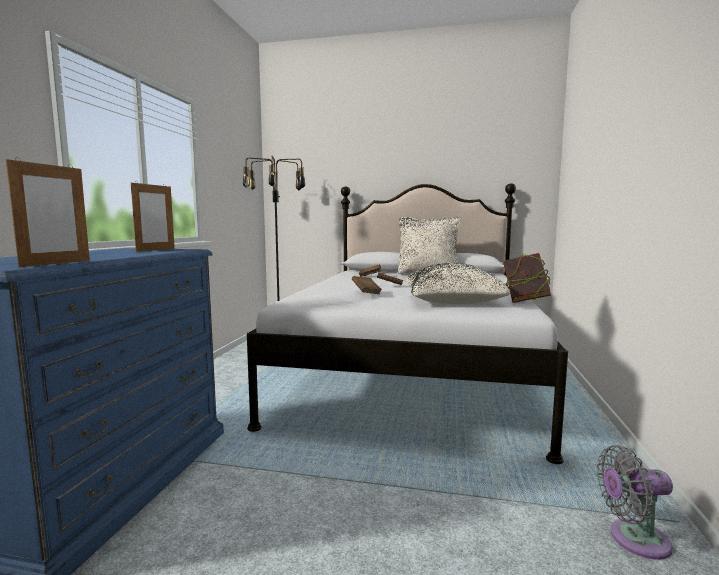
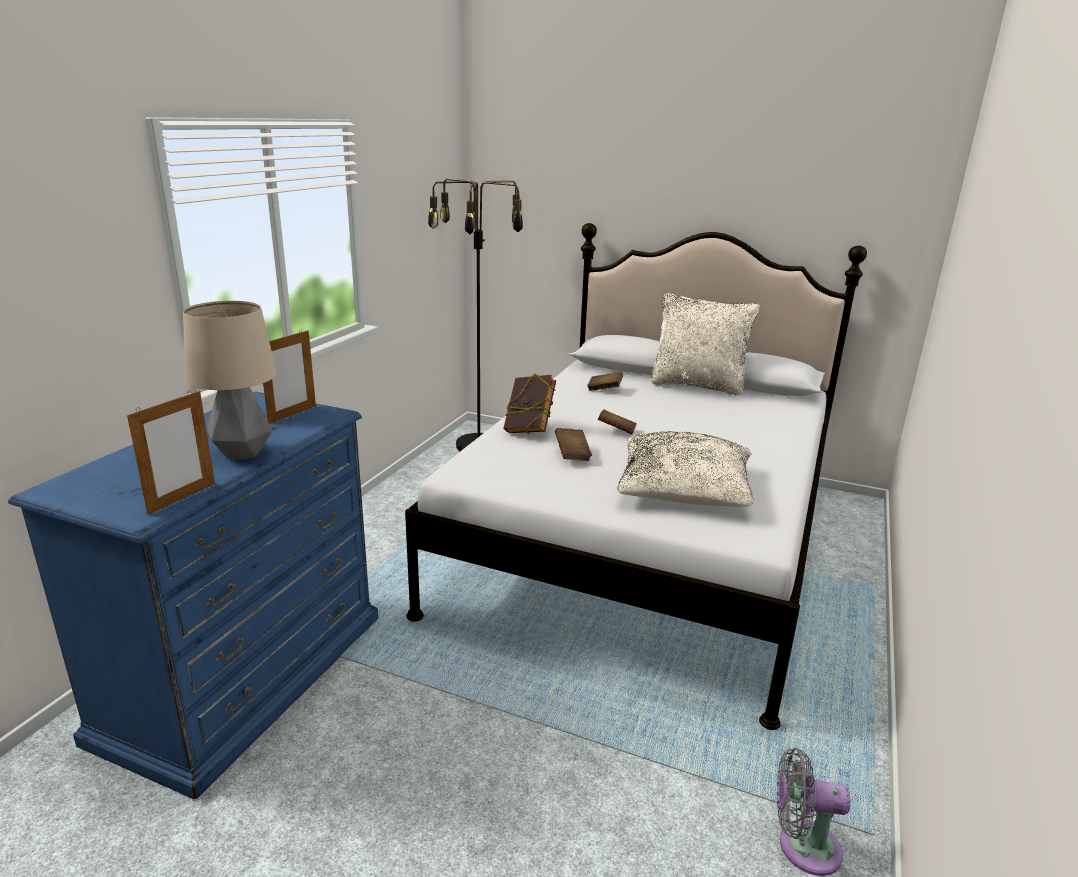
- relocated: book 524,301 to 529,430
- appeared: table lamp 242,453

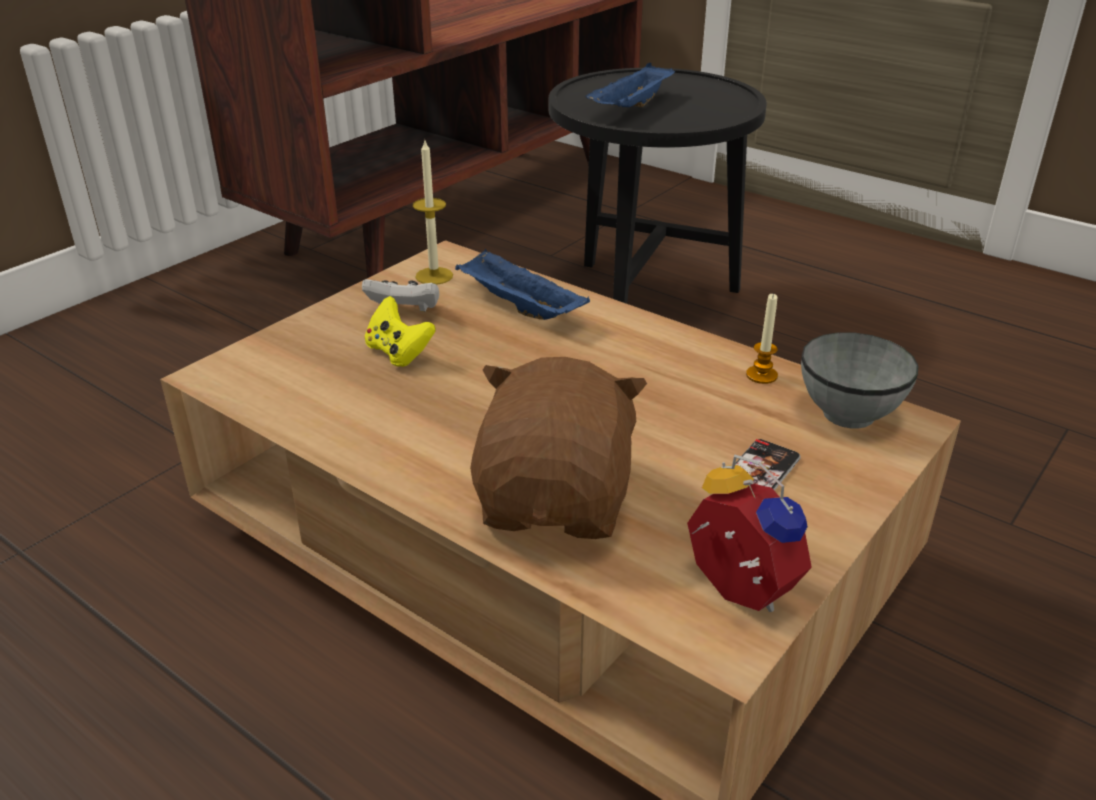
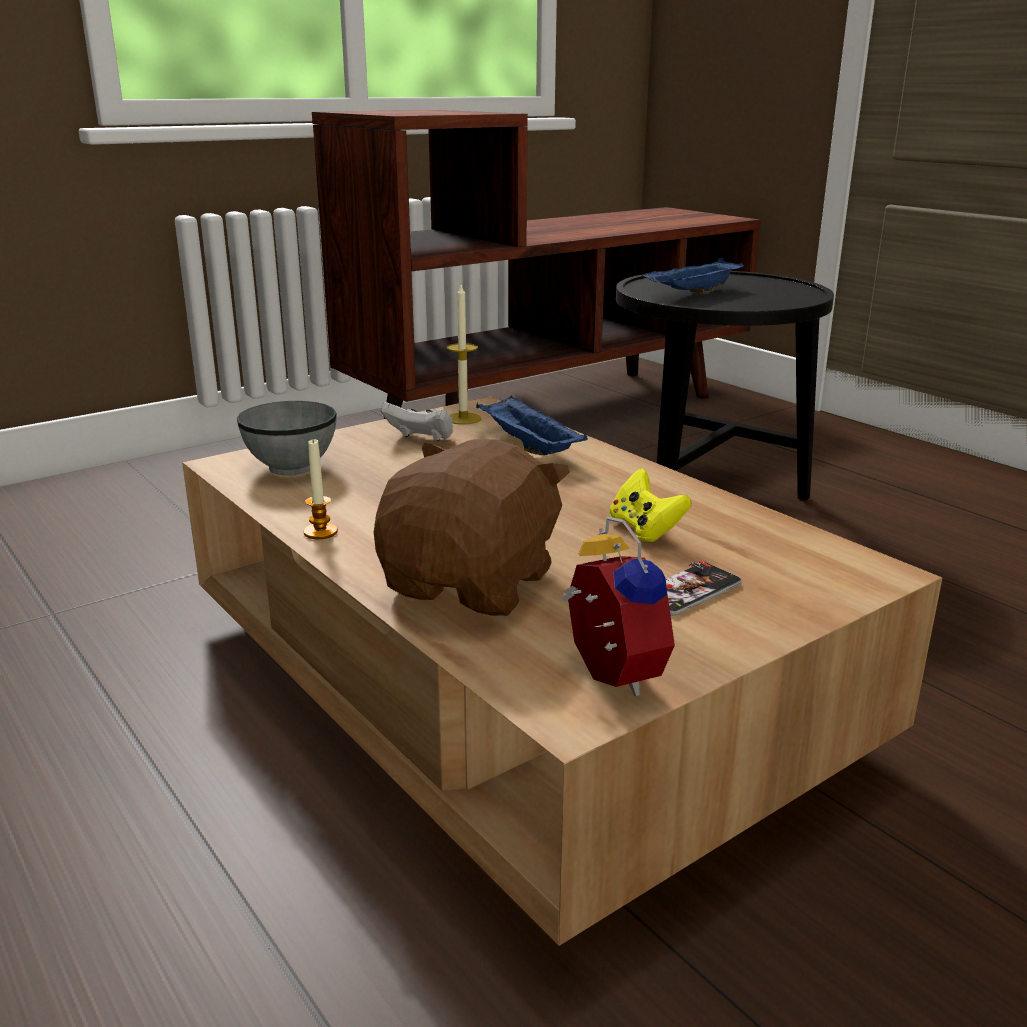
- relocated: candle 761,375 to 320,532
- relocated: yellow game controller 398,353 to 644,530
- relocated: grey bowl 847,414 to 290,467

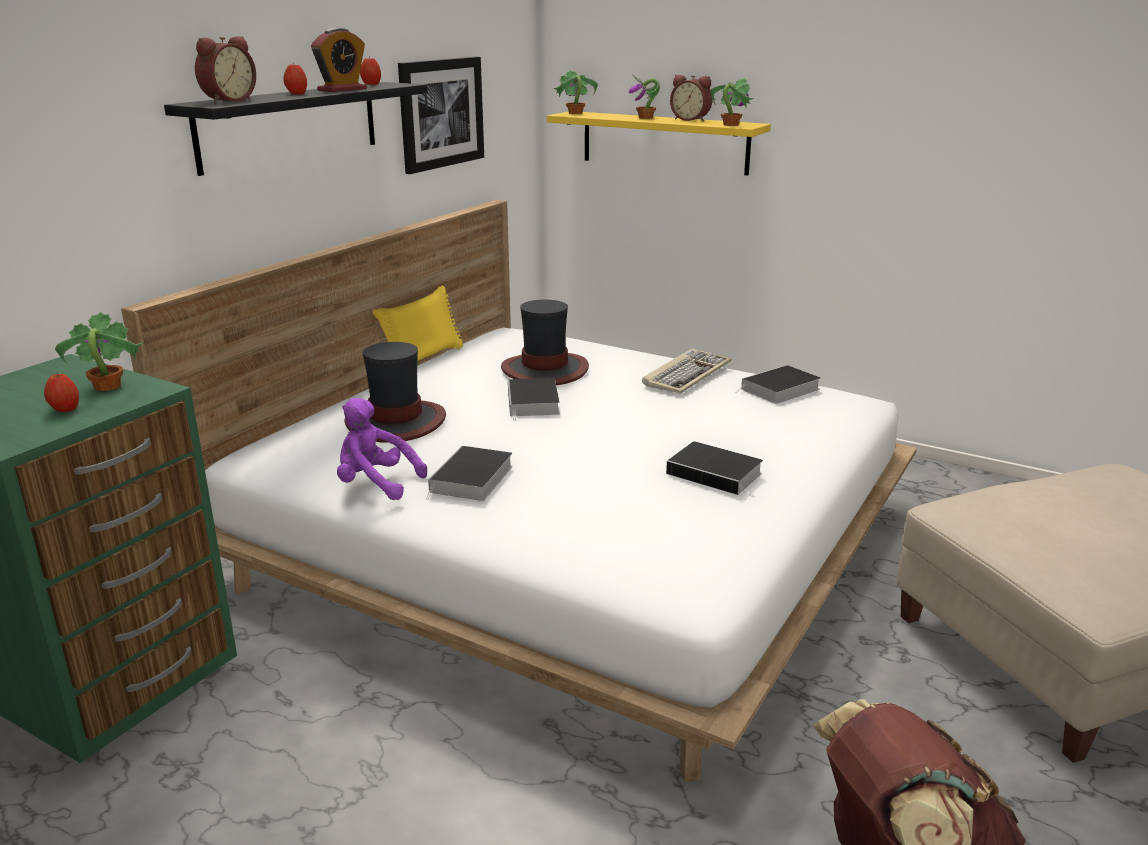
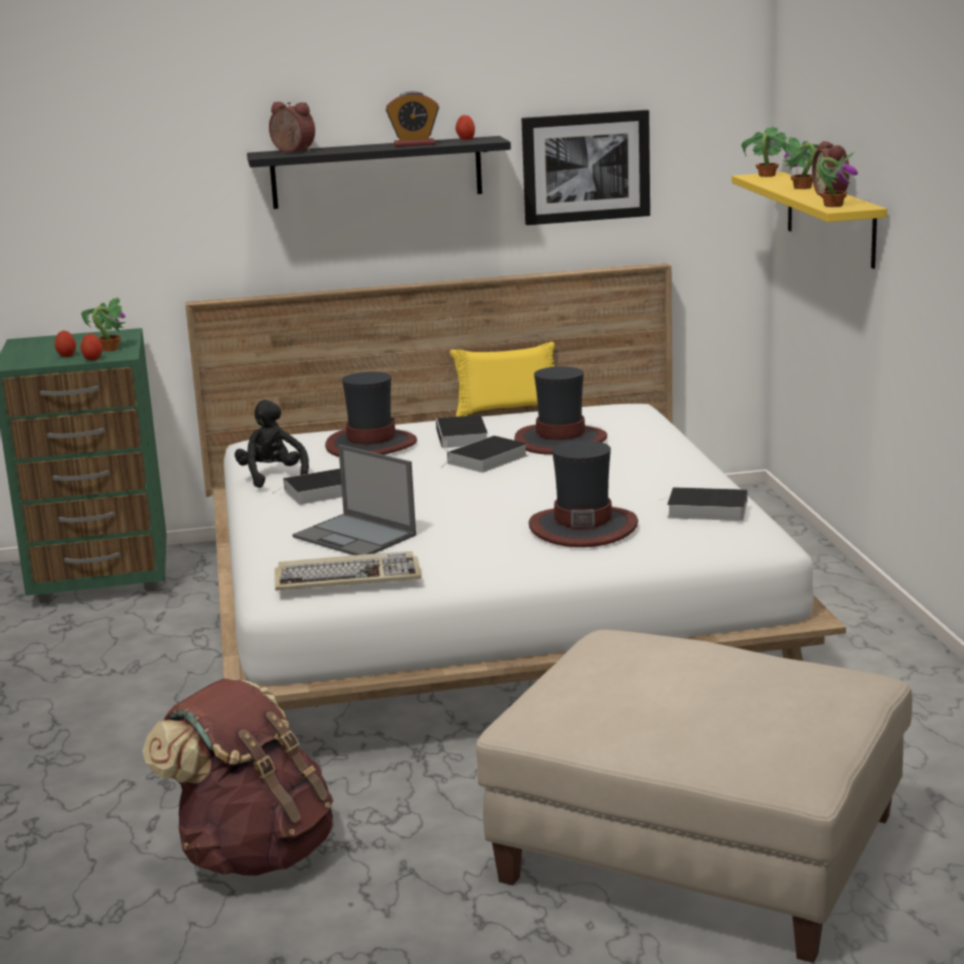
- spun: alarm clock 227,100 = 291,151 135 degrees counterclockwise
- relocated: apple 296,94 to 92,359
- relocated: keyboard 686,374 to 348,577
- colour: purple plush toy 376,484 to black plush toy 273,477
- relocated: book 717,474 to 462,437
- appeared: hat 583,527
- appeared: laptop 356,536

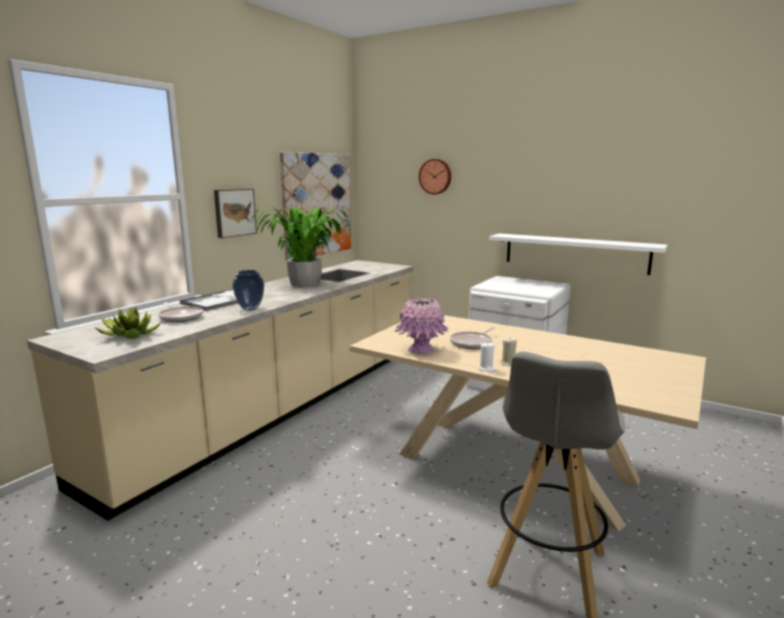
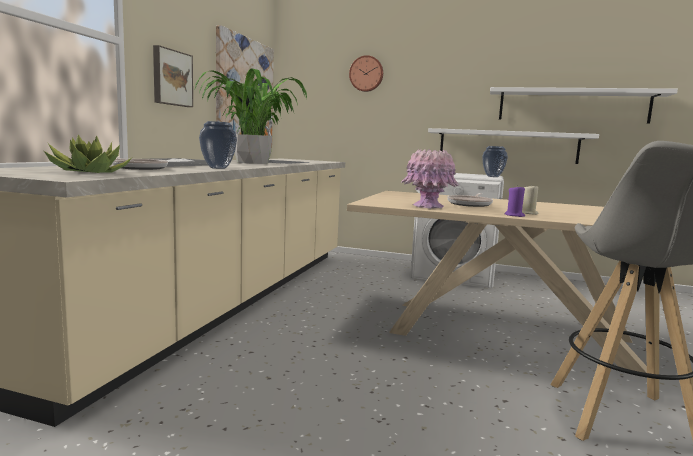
- colour: white candle 486,368 to purple candle 514,215
- appeared: white shelf 572,106
- appeared: vase 493,176

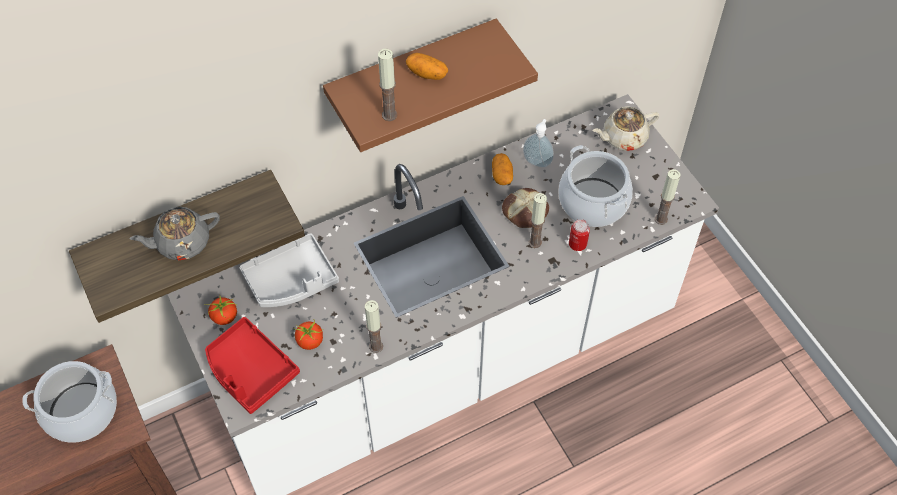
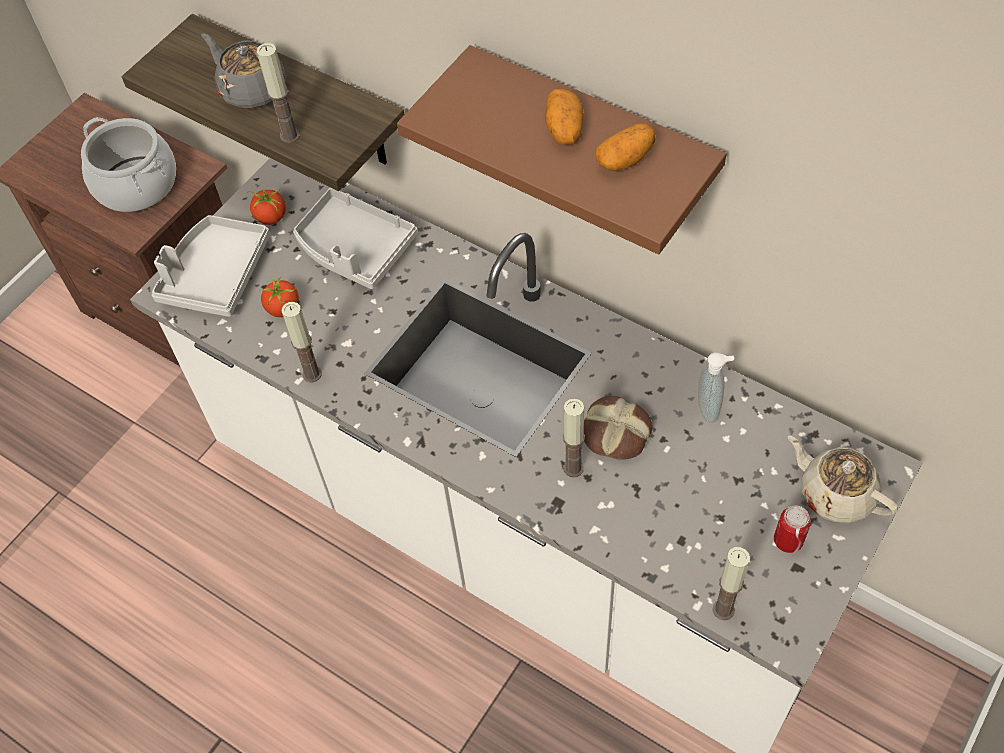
- relocated: candle 389,115 to 289,136
- missing: cooking pot 593,202
- relocated: potato 502,175 to 625,159
- relocated: can 577,244 to 788,540
- colour: red tray 250,371 to grey tray 215,275

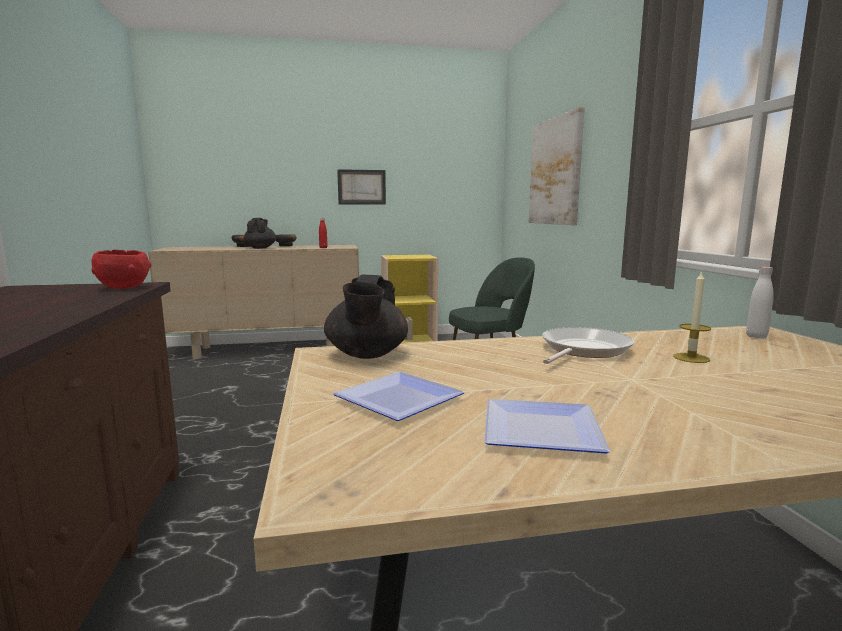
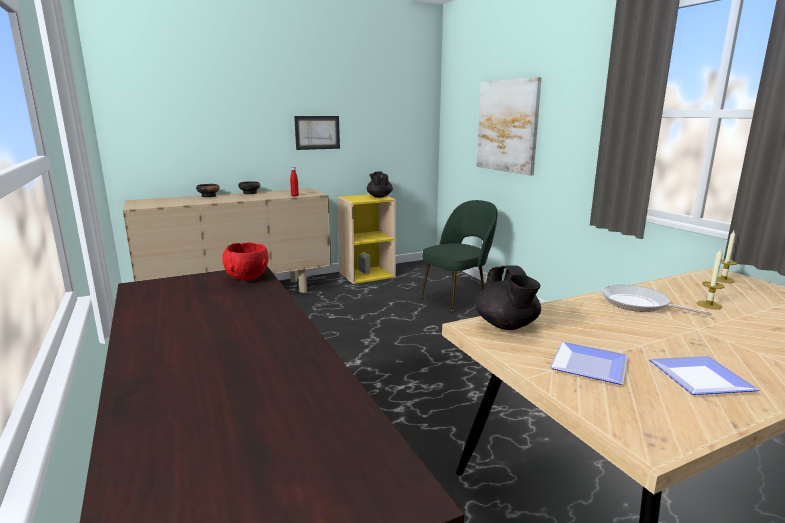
- relocated: black teapot 260,248 to 379,196
- exchanged: white bottle 756,336 to candle 723,280
- spun: frying pan 583,350 = 638,304 75 degrees counterclockwise

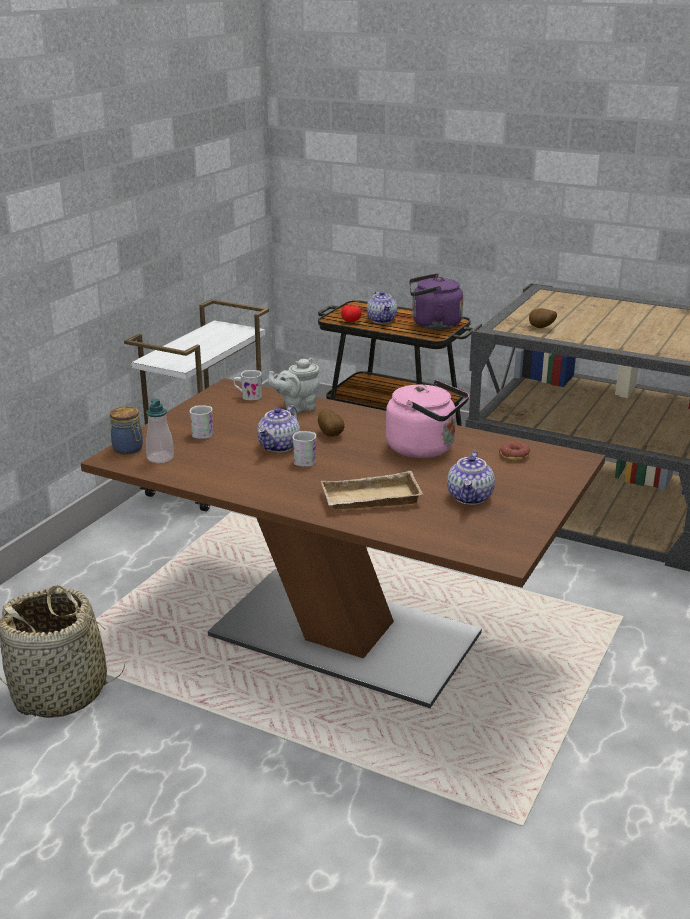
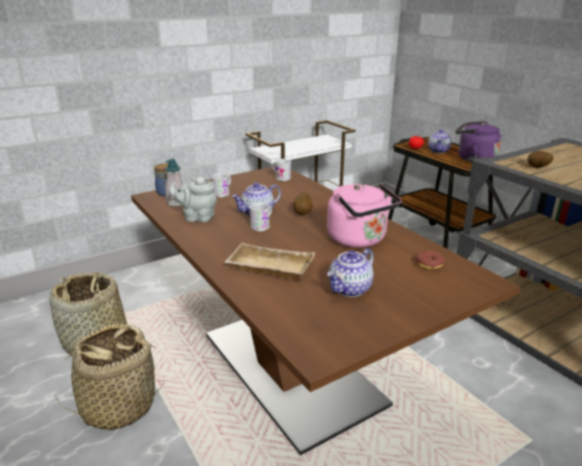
- relocated: grey teapot 297,408 to 197,217
- appeared: basket 118,406

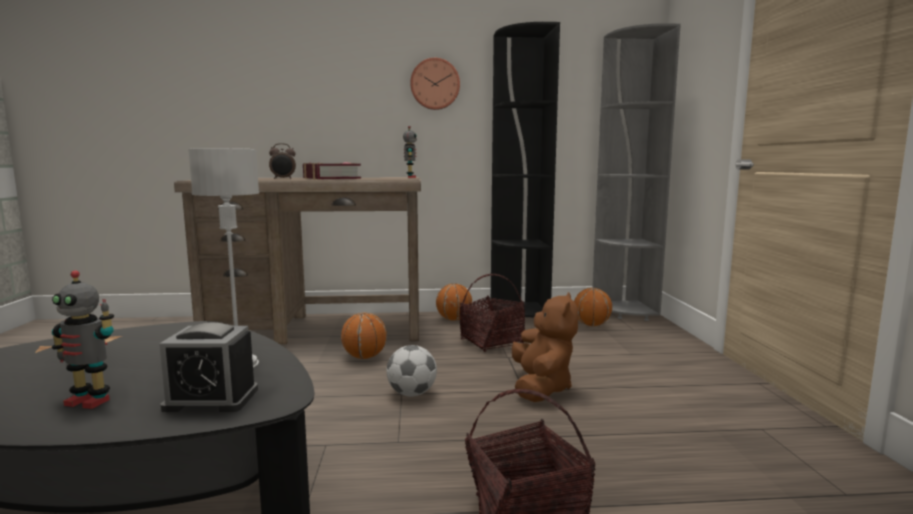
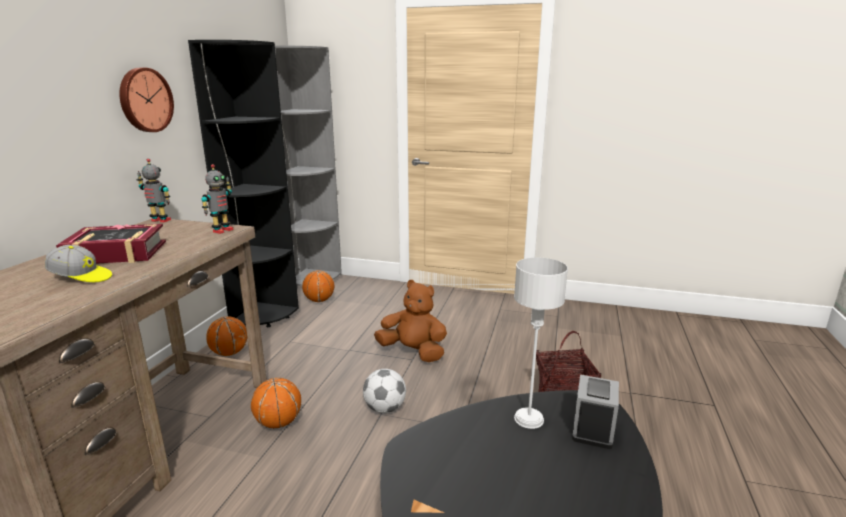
- exchanged: alarm clock 283,179 to cap 81,277
- relocated: toy robot 90,401 to 222,230
- missing: basket 492,342

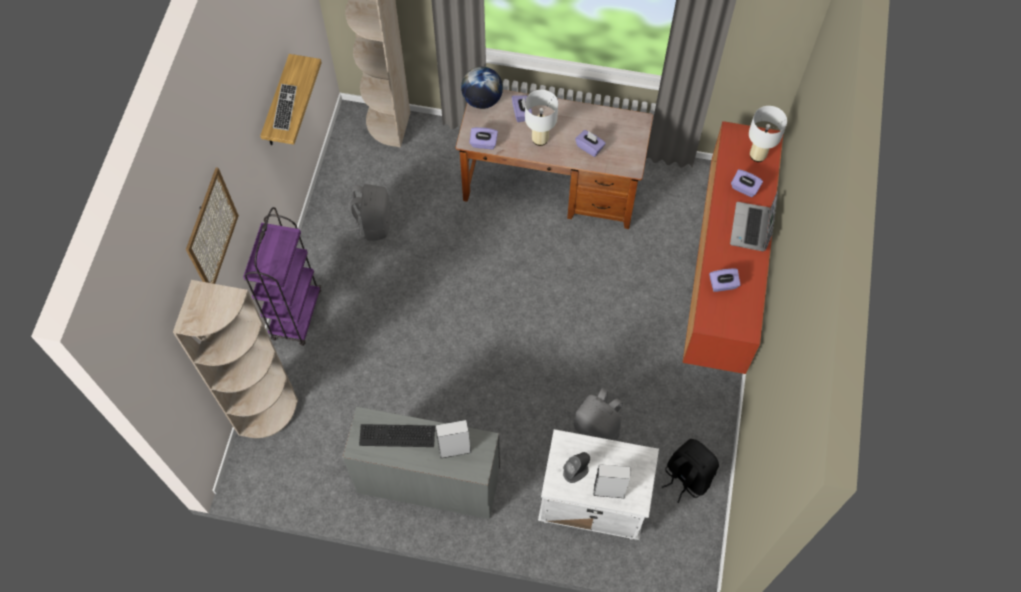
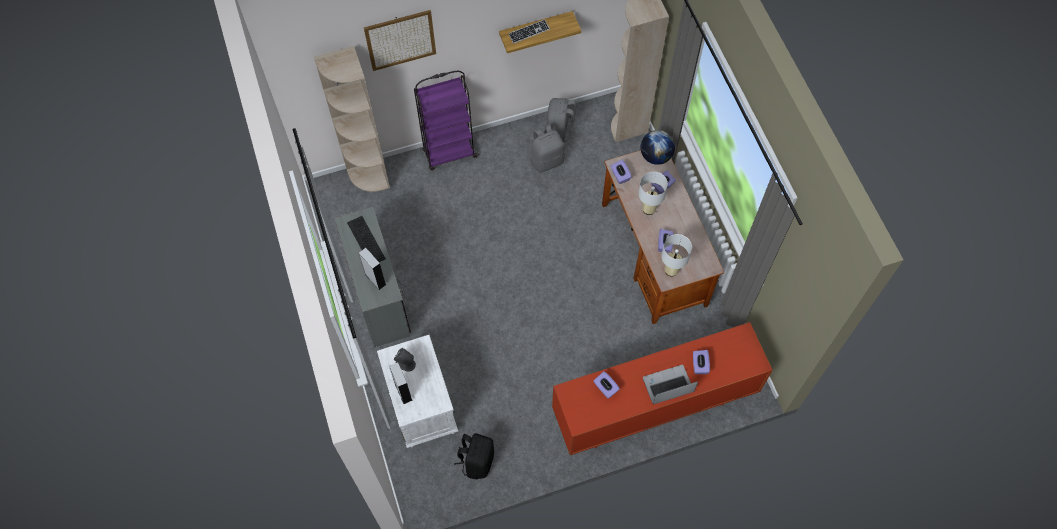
- relocated: white table lamp 758,156 to 671,270
- relocated: grey backpack 598,428 to 561,131

